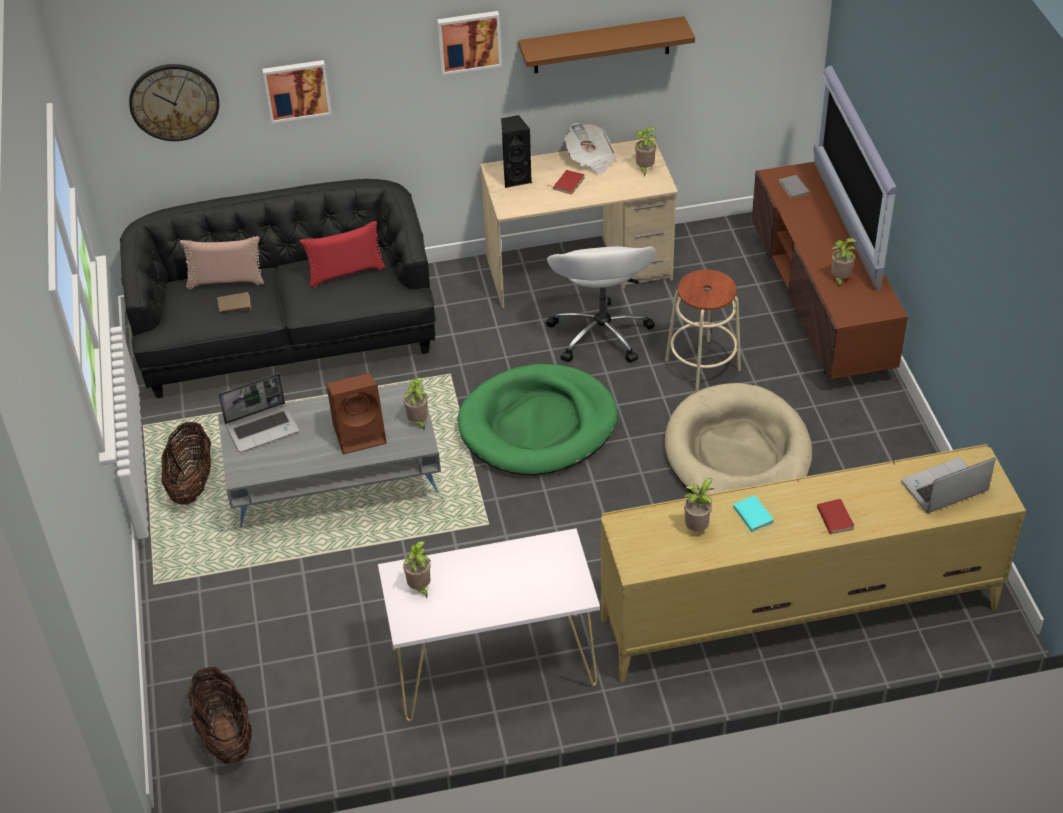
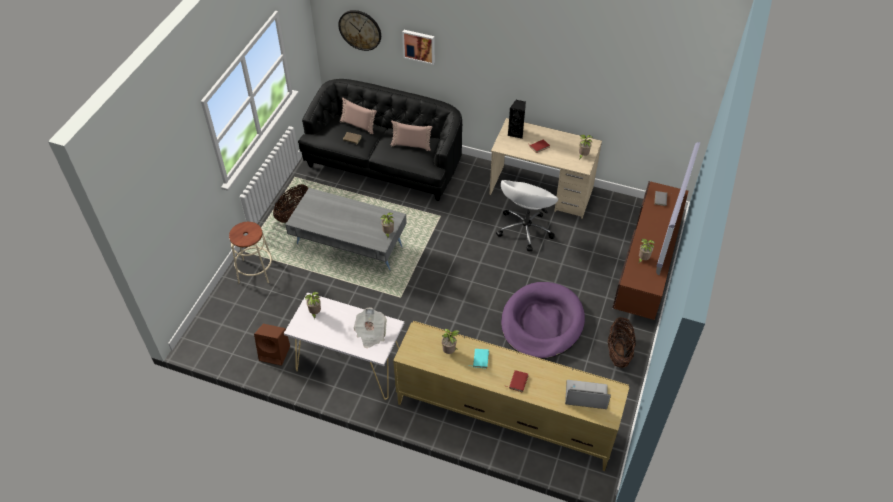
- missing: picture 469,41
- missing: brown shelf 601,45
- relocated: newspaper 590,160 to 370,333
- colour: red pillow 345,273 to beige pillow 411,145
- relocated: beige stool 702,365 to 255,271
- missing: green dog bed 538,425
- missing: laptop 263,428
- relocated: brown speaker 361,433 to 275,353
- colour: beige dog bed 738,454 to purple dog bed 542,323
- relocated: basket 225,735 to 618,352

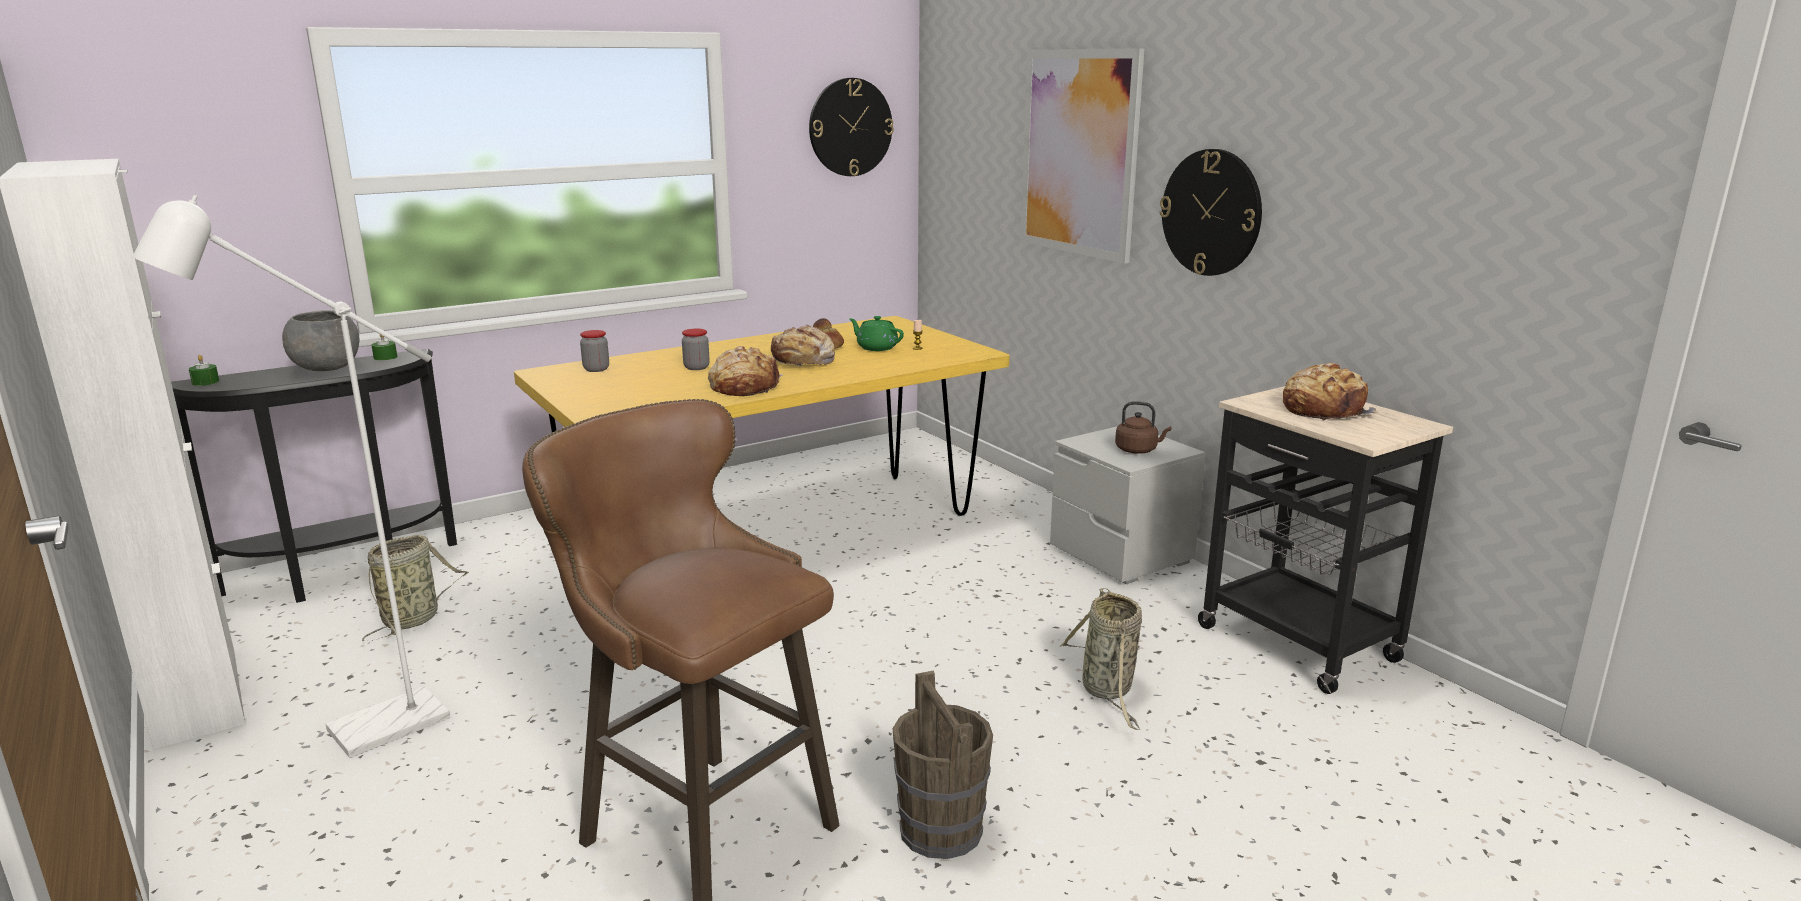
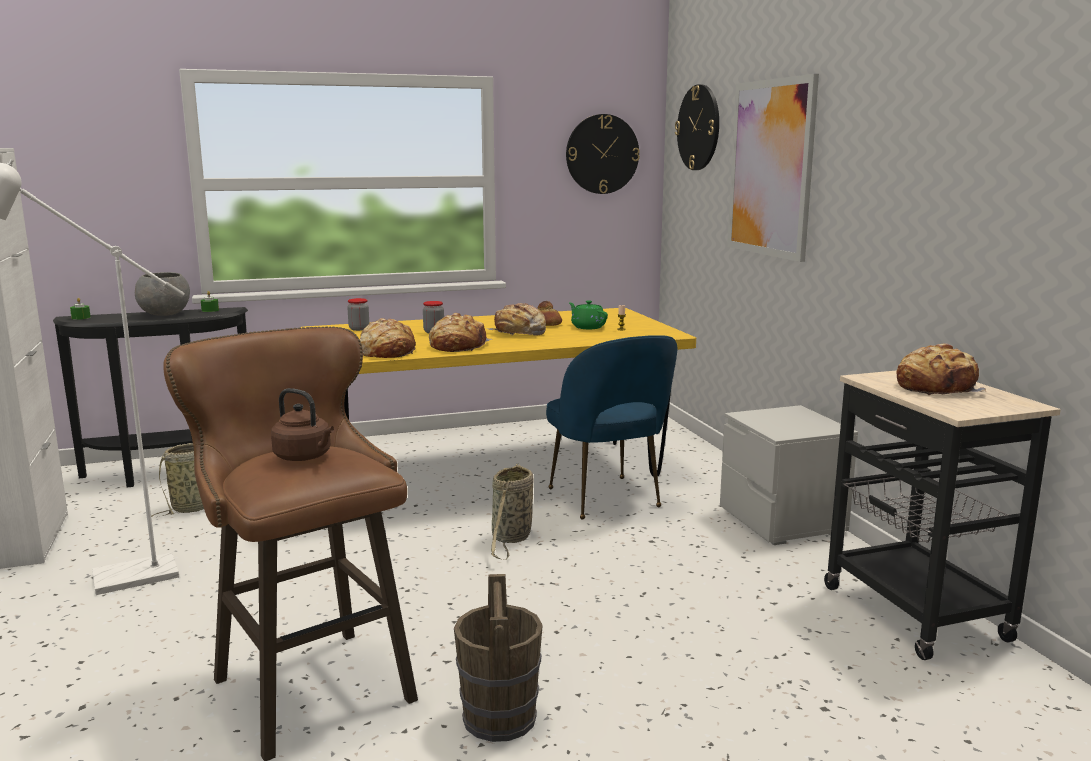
- relocated: wall clock 1211,212 to 699,127
- relocated: brown kettle 1138,450 to 305,457
- relocated: basket 1108,691 to 511,539
- appeared: bread 387,352
- appeared: blue chair 607,501

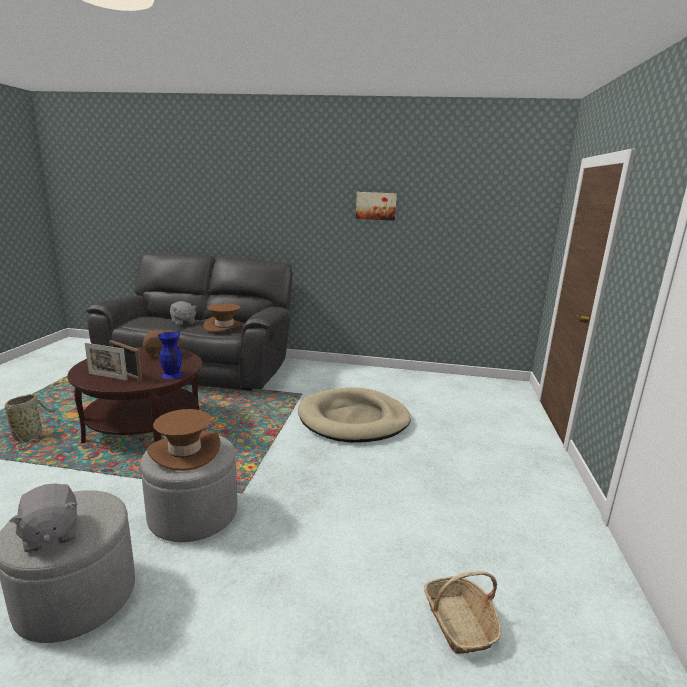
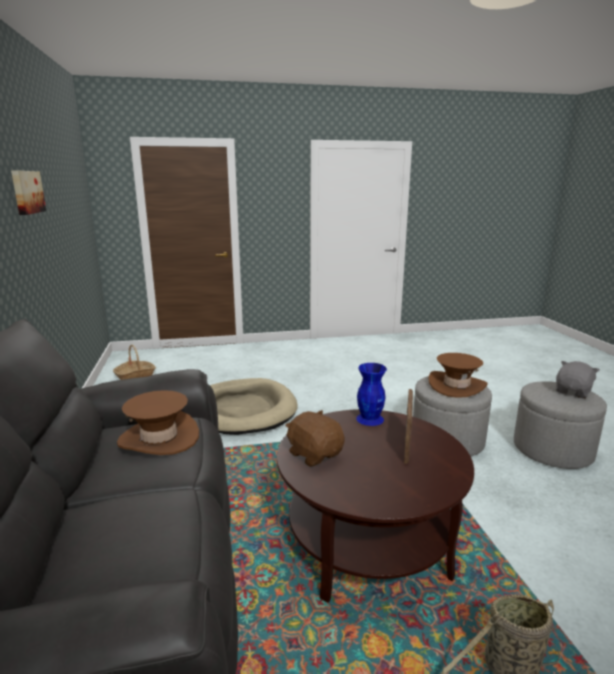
- missing: grey plush toy 183,322
- missing: picture frame 107,377
- relocated: basket 459,623 to 135,376

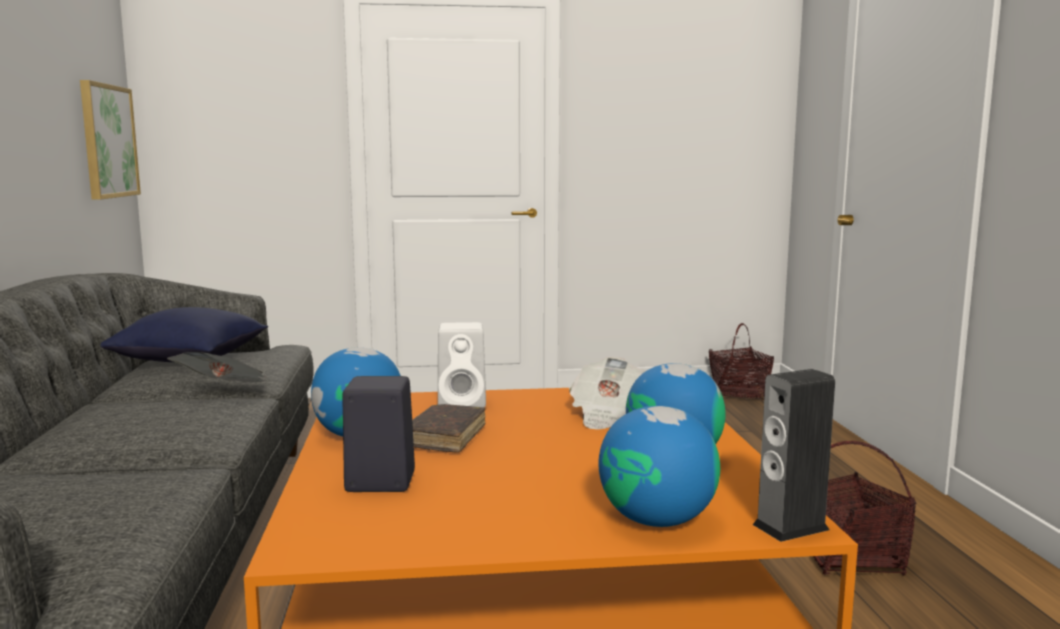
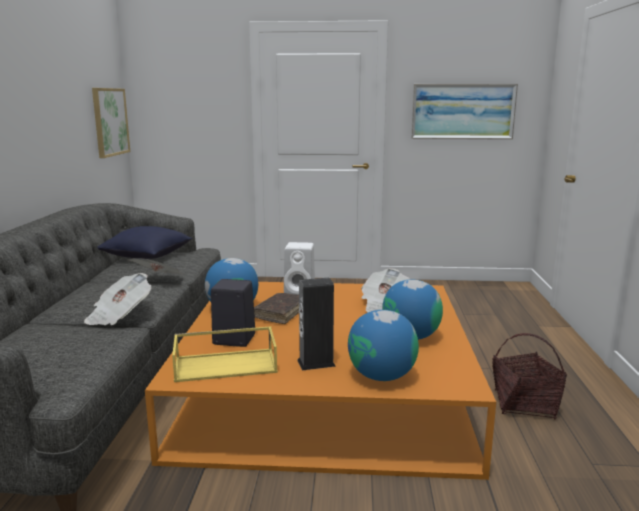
- missing: basket 738,394
- relocated: speaker 790,527 to 316,363
- appeared: picture 462,111
- appeared: newspaper 119,316
- appeared: yellow tray 226,364

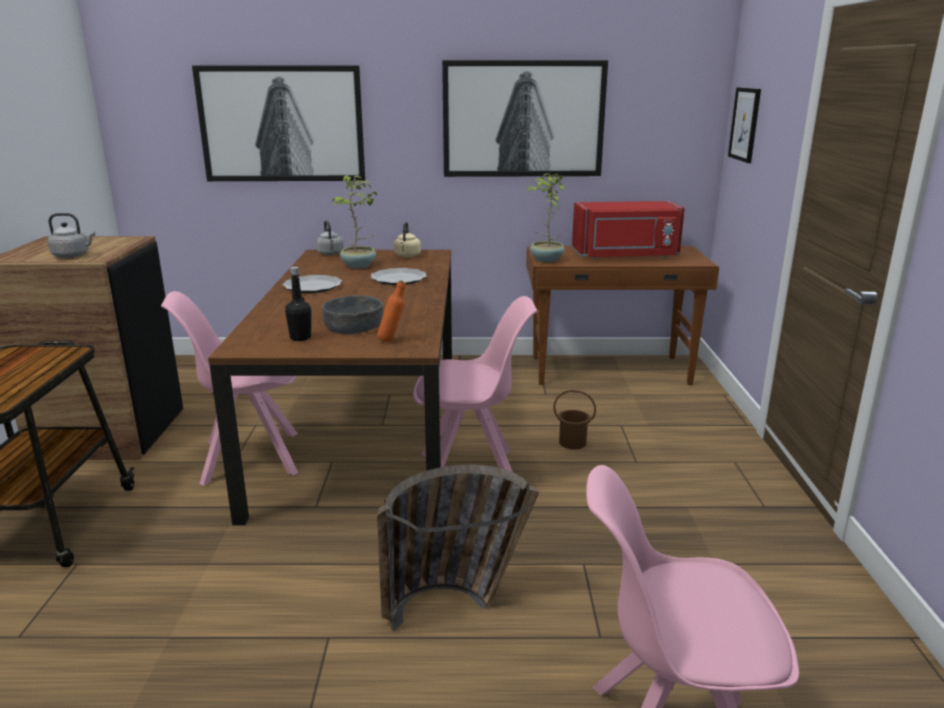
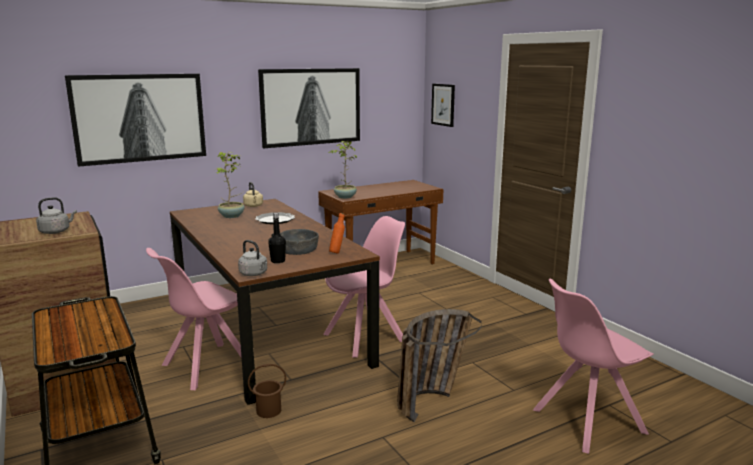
- missing: red microwave 625,256
- relocated: grey kettle 330,254 to 254,274
- missing: plate 313,286
- relocated: brown bucket 572,442 to 268,410

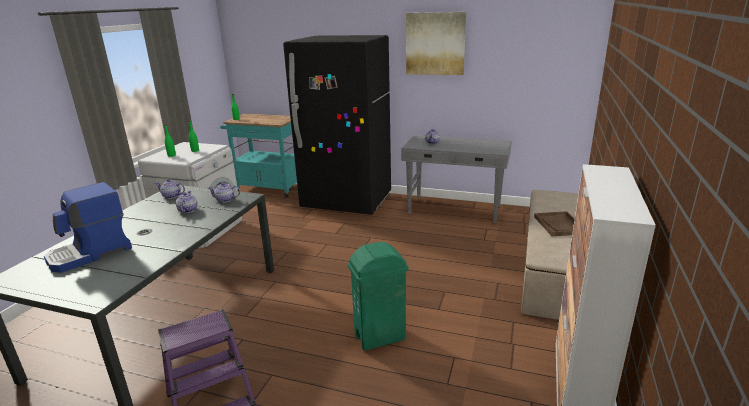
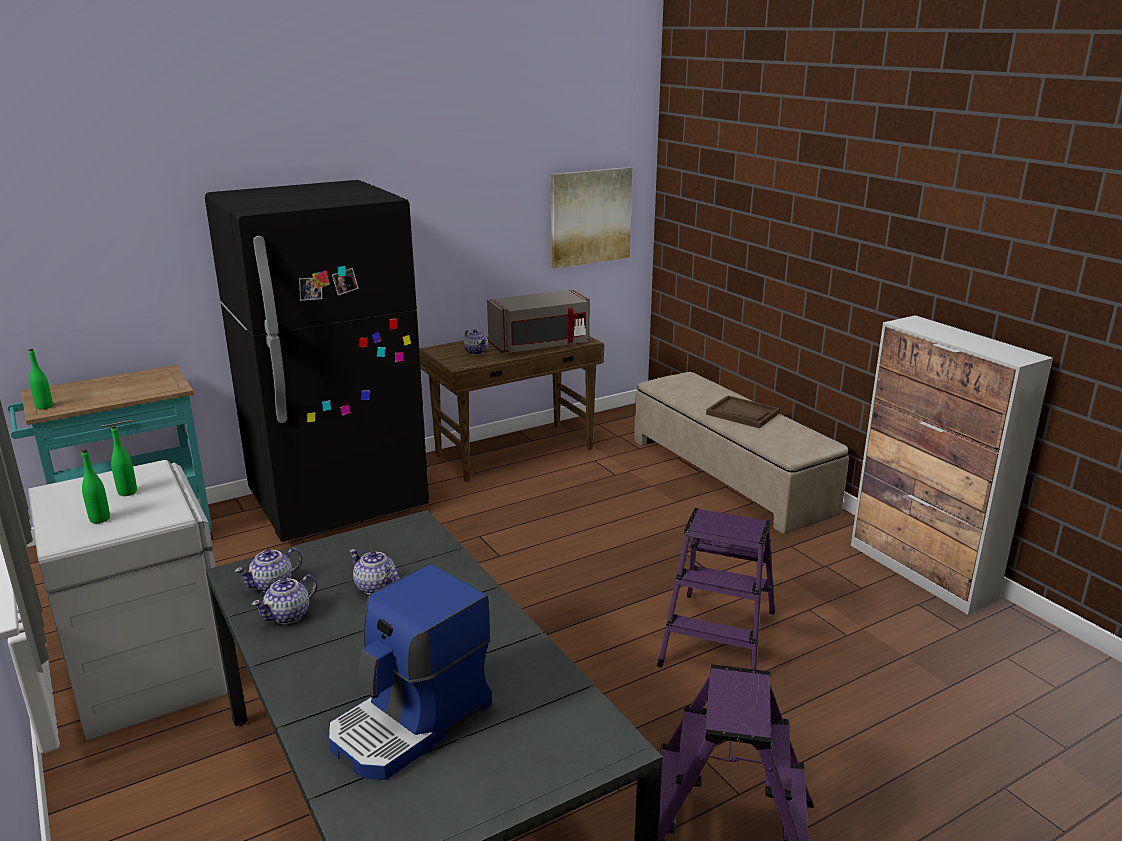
- relocated: picture 435,44 to 590,216
- colour: grey console table 455,210 to brown console table 515,452
- spun: coffee machine 90,254 = 412,723 45 degrees clockwise
- relocated: teapot 225,200 to 289,615
- exchanged: green trash can 380,337 to purple step ladder 718,637
- appeared: grey microwave 540,345

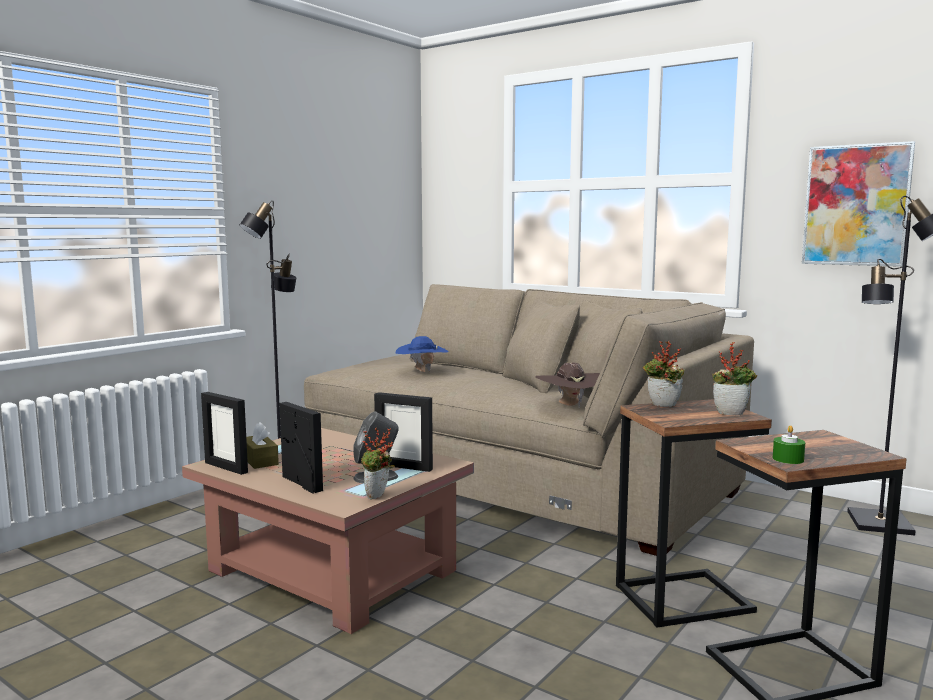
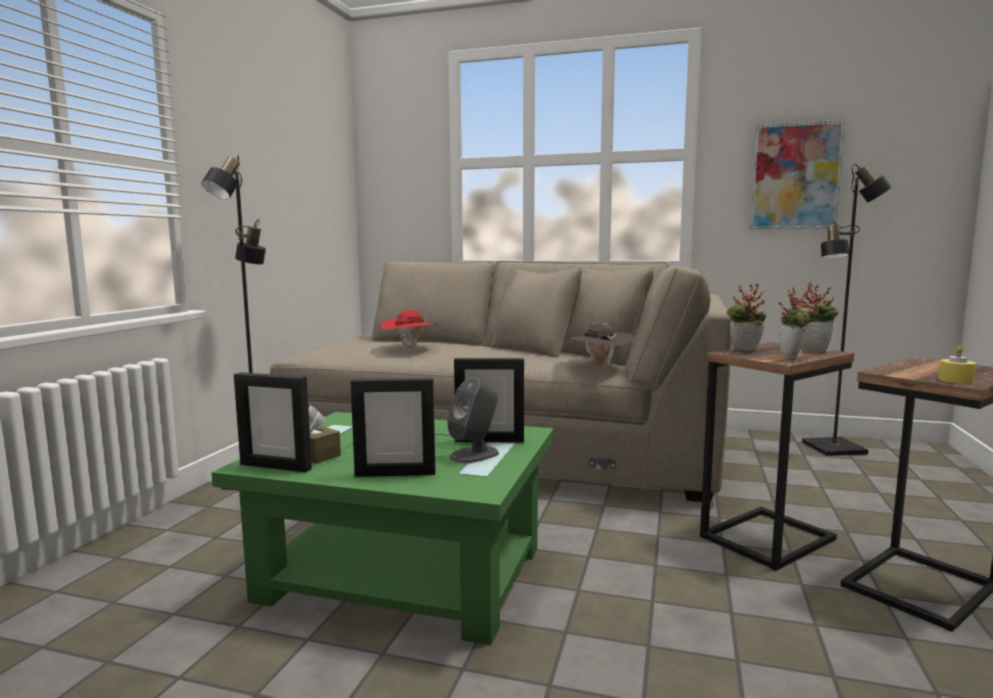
- colour: blue hat 422,372 to red hat 410,348
- spun: picture frame 301,484 = 395,473 150 degrees clockwise
- colour: green candle 788,459 to yellow candle 955,380
- relocated: potted plant 378,497 to 793,357
- colour: brown coffee table 333,570 to green coffee table 405,573

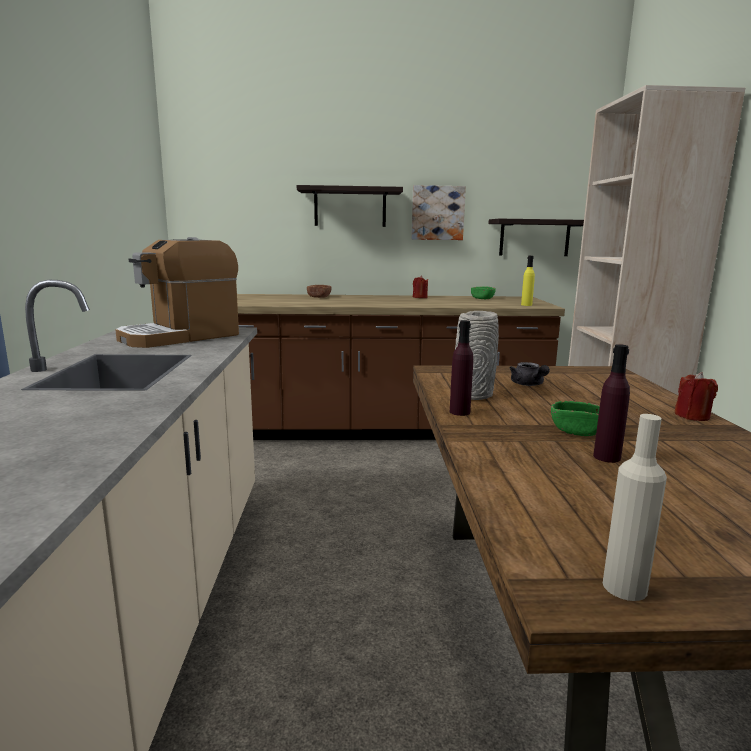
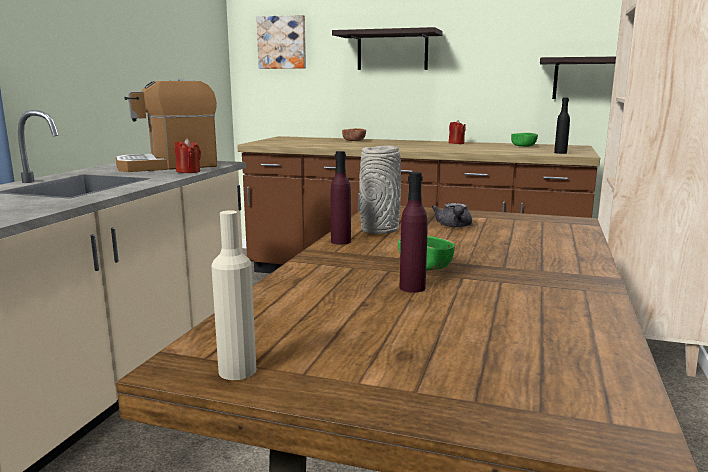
- relocated: picture 437,213 to 282,42
- colour: yellow bottle 526,305 to black bottle 560,153
- relocated: red candle 692,416 to 188,171

